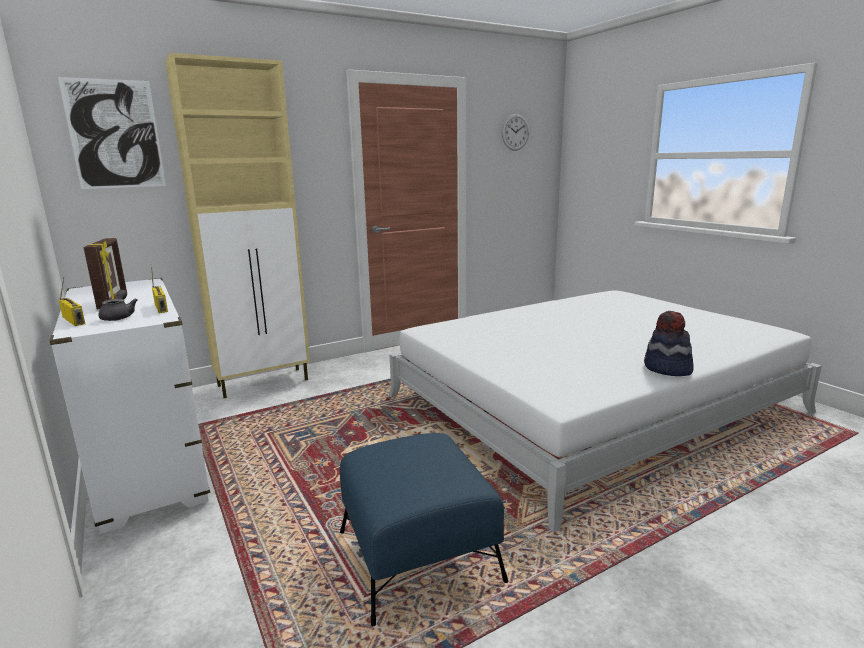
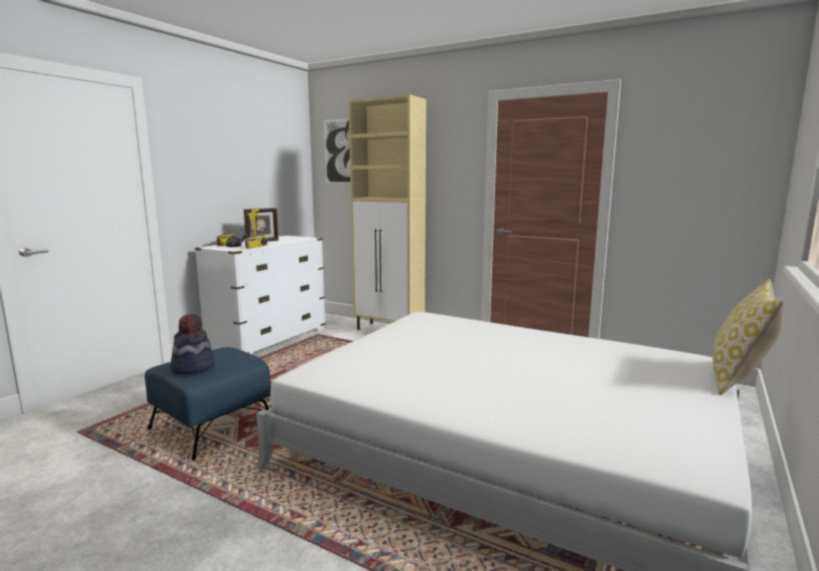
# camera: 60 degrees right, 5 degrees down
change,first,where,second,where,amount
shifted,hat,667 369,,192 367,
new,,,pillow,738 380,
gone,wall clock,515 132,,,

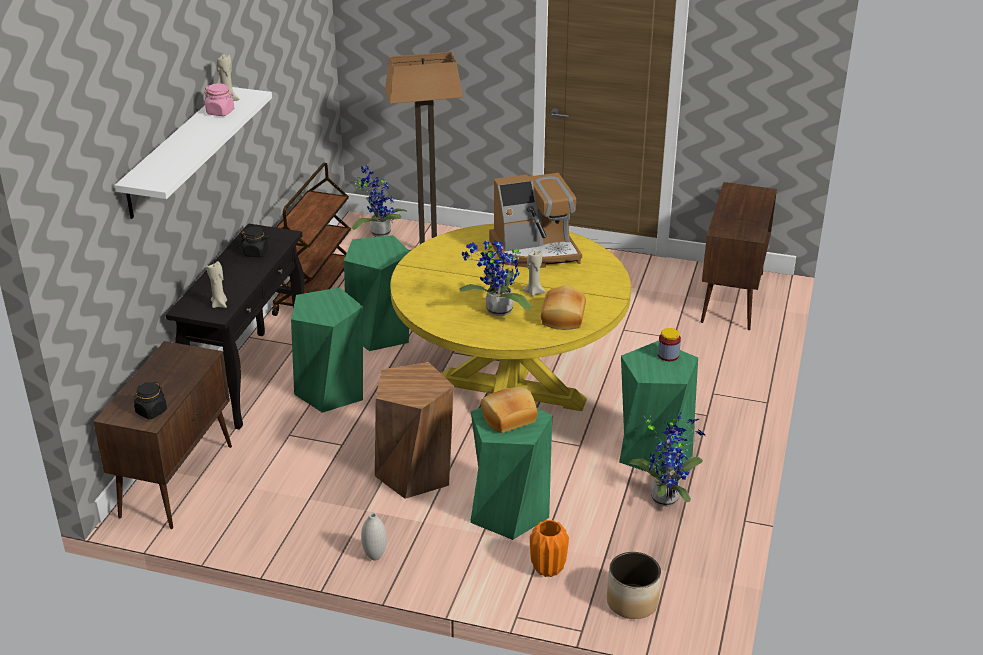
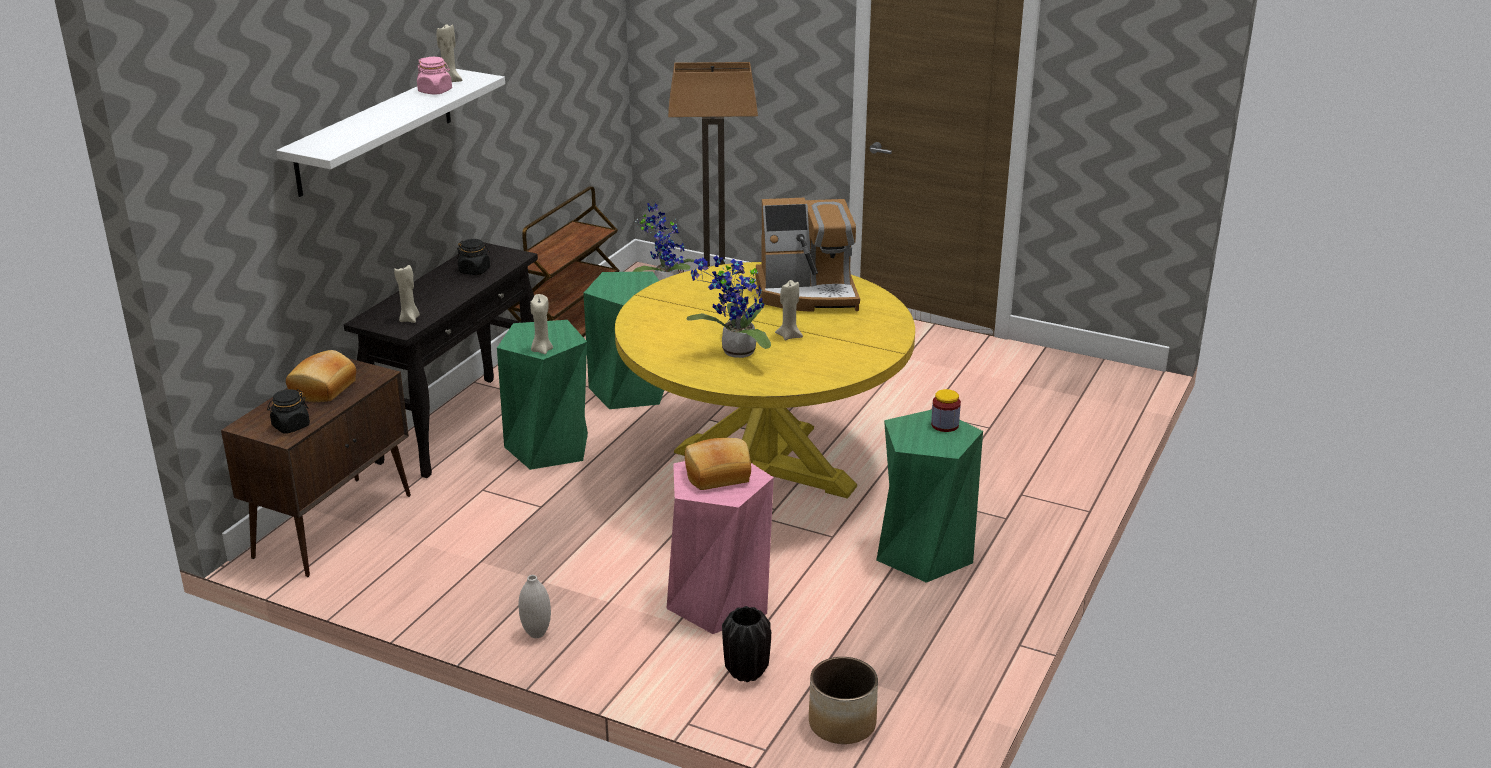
# camera: 10 degrees right, 5 degrees down
change,first,where,second,where,amount
shifted,bread,564 317,,324 389,
new,,,beige candle,541 350,
repainted,green stool,508 511,pink stool,718 601,
repainted,orange vase,548 569,black vase,746 673,
gone,brown stool,414 472,,,
gone,potted plant,666 496,,,
gone,brown cabinet,732 298,,,

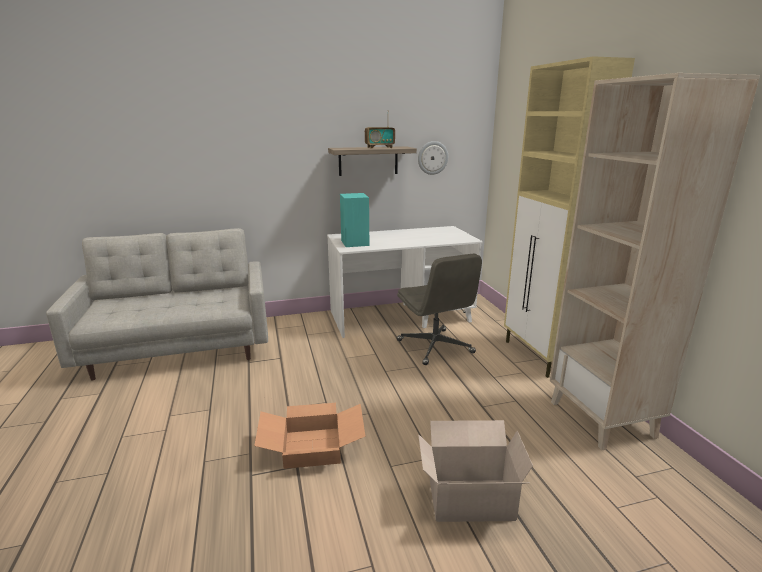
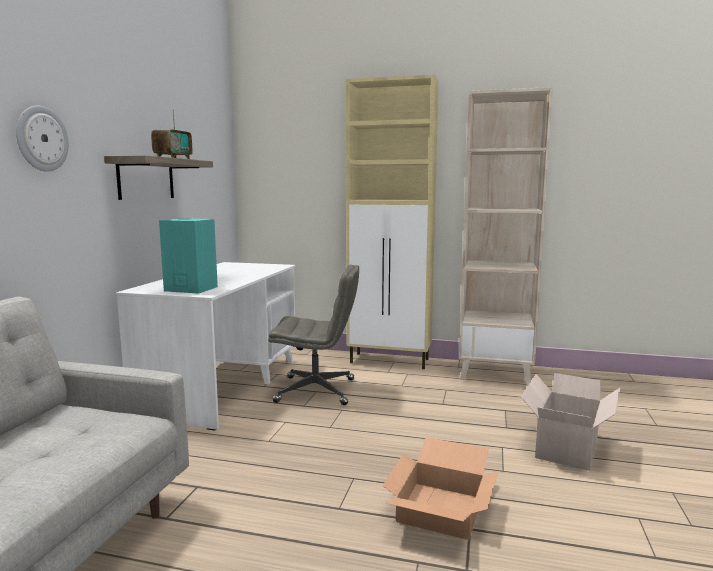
# camera: 60 degrees left, 10 degrees down
change,first,where,second,where,amount
shifted,wall clock,432 158,,41 139,

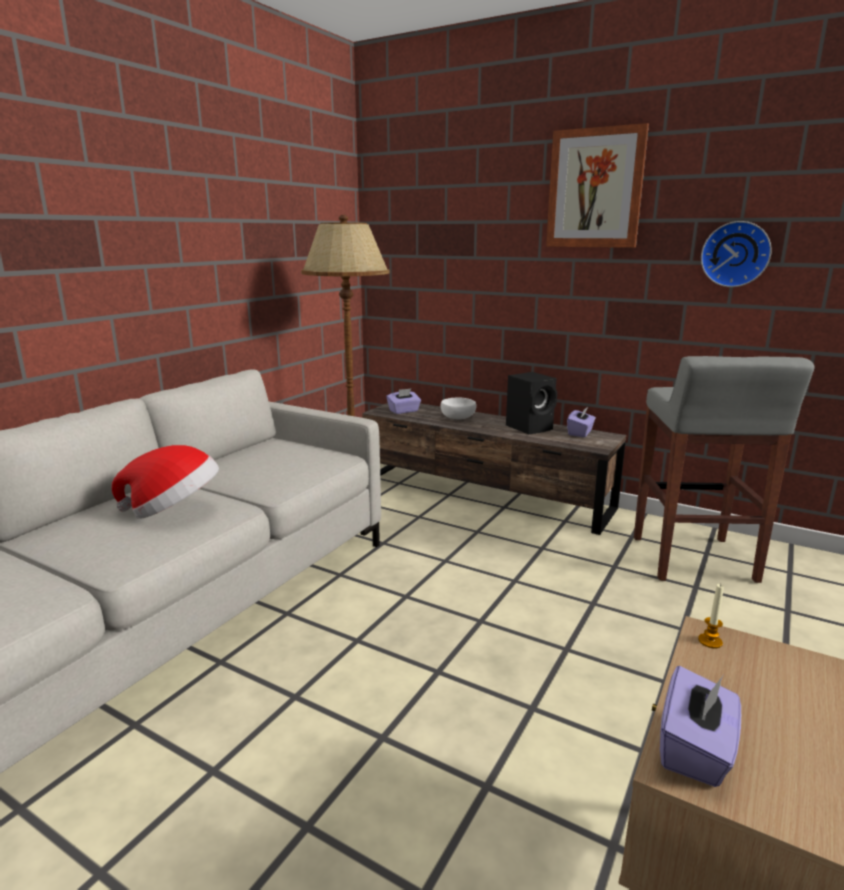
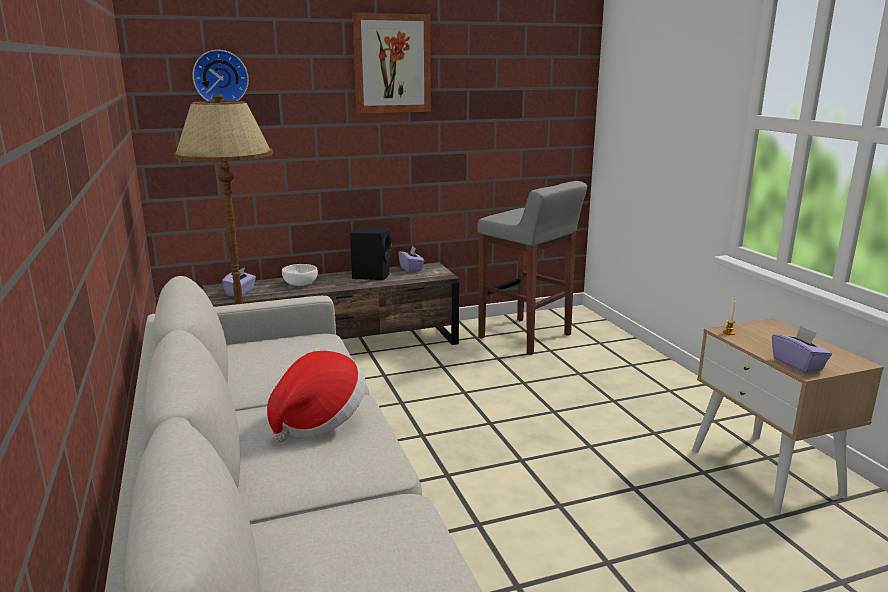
# camera: 50 degrees left, 0 degrees up
change,first,where,second,where,amount
shifted,wall clock,735 254,,220 77,

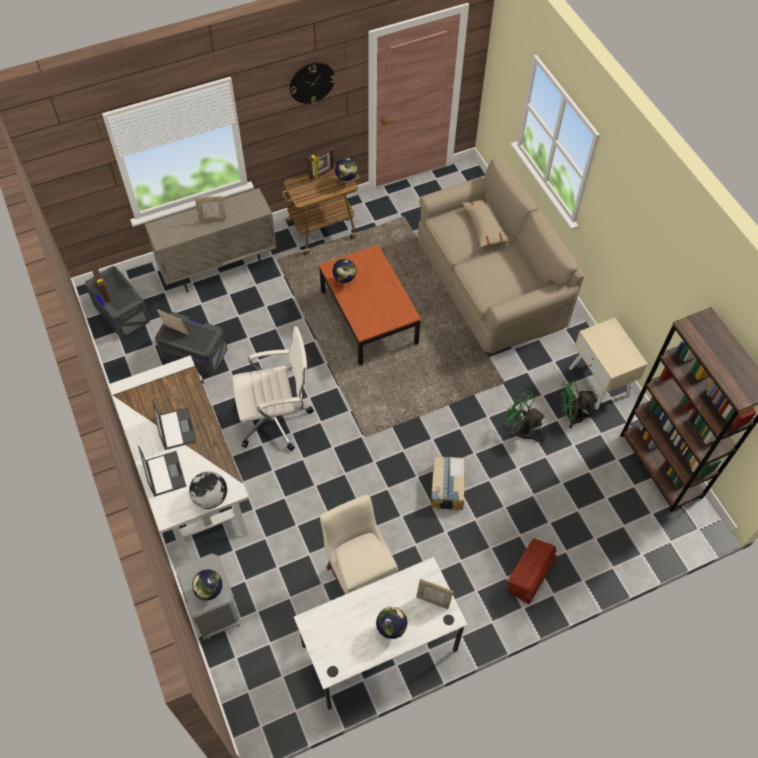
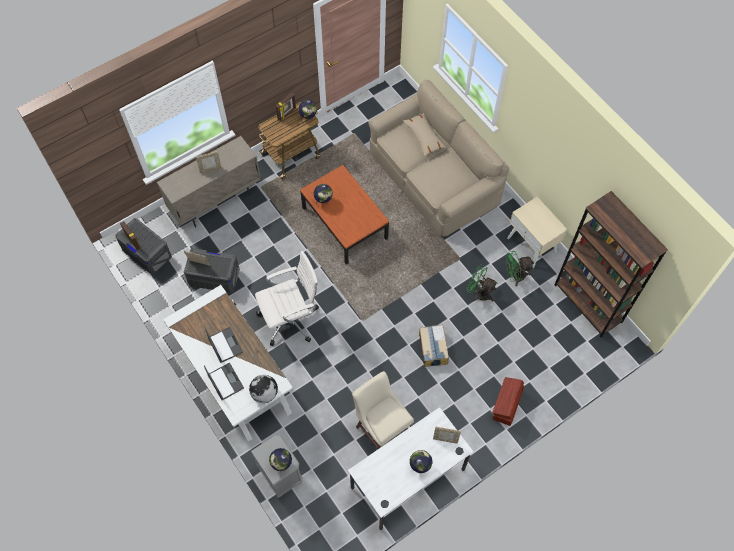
# camera: 10 degrees left, 5 degrees up
change,first,where,second,where,amount
gone,wall clock,311 82,,,

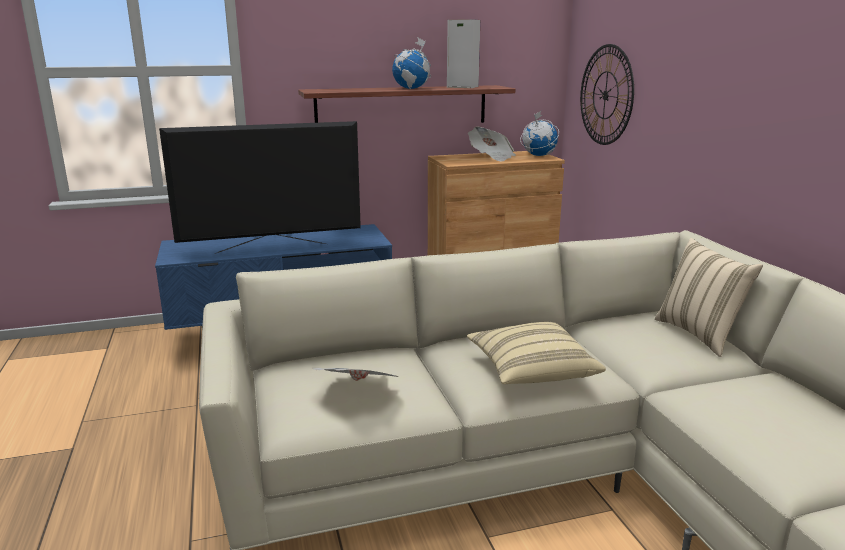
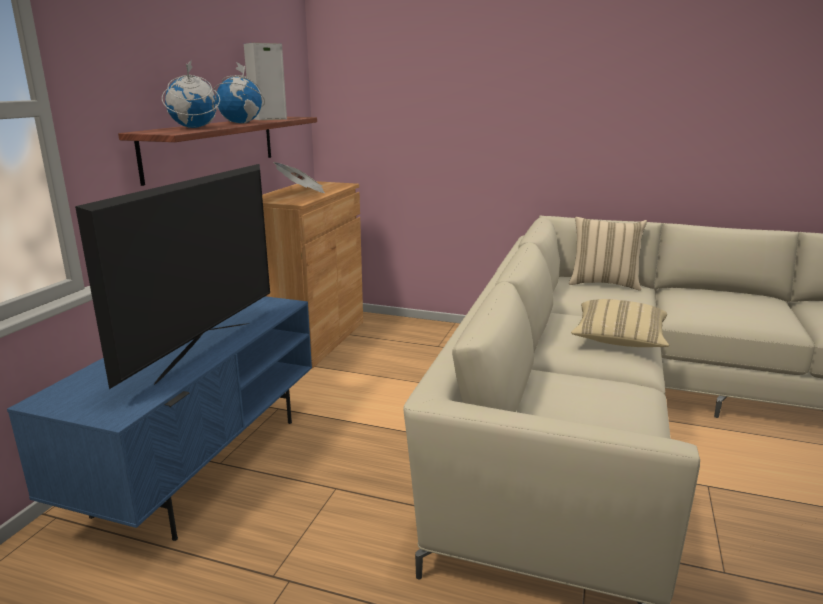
# camera: 55 degrees left, 0 degrees up
change,first,where,second,where,amount
shifted,globe,538 156,,193 128,
gone,newspaper,359 393,,,
gone,wall clock,605 95,,,

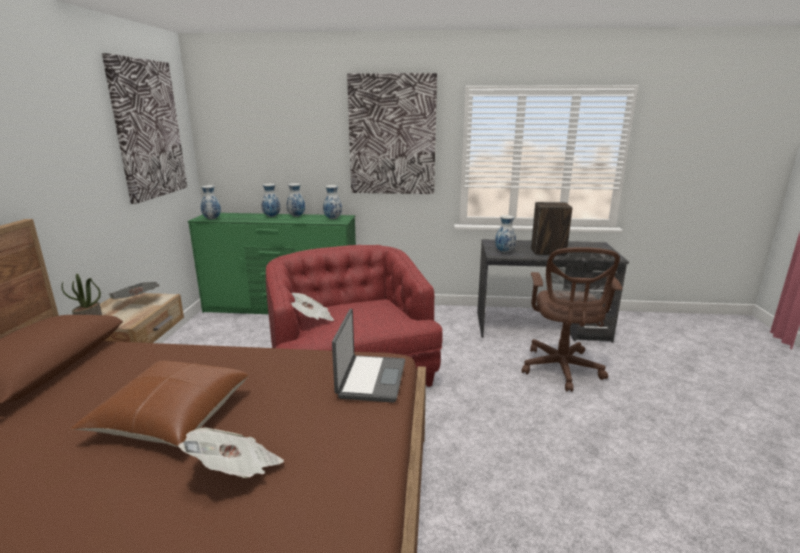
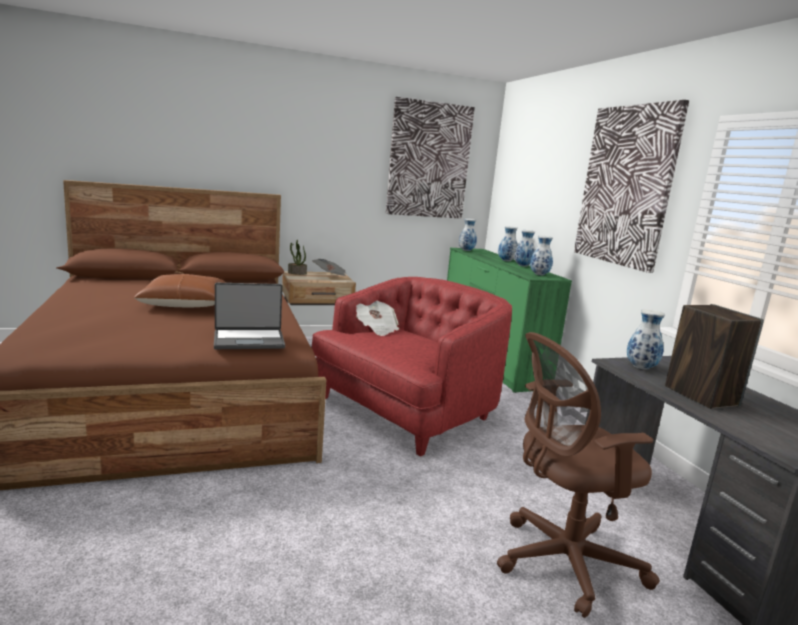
# camera: 65 degrees right, 5 degrees down
change,first,where,second,where,amount
gone,newspaper,236 471,,,

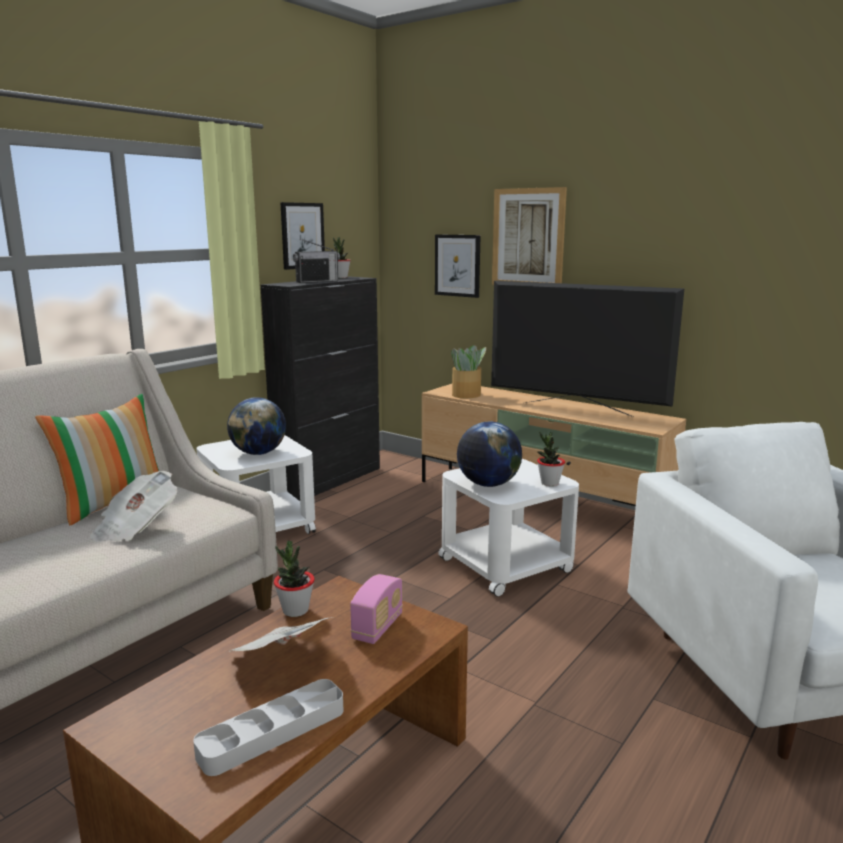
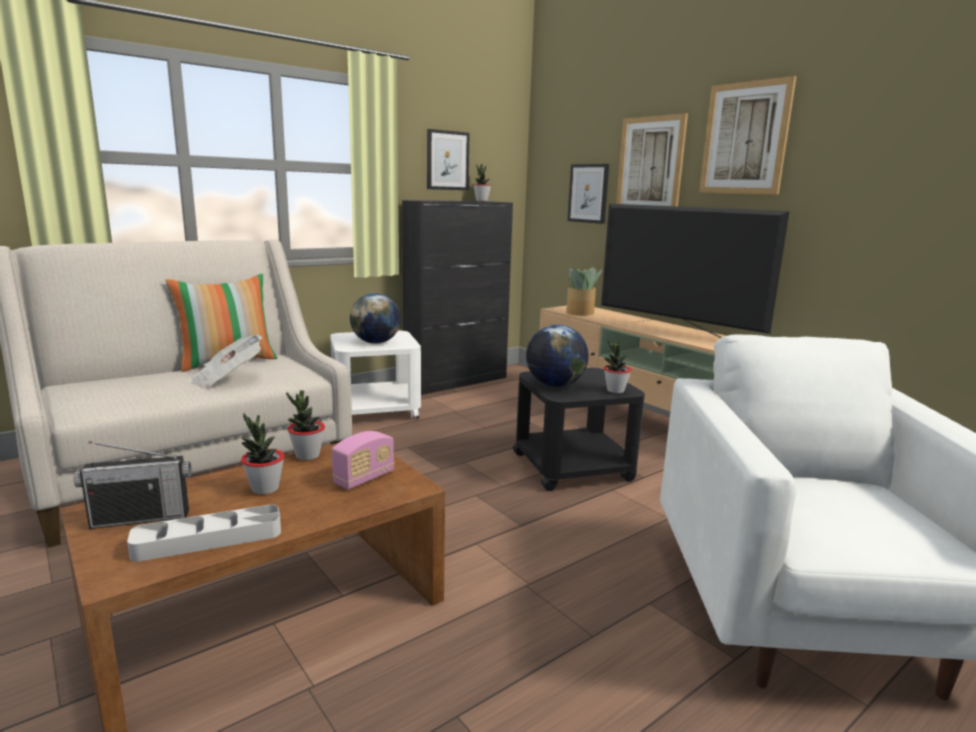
# camera: 15 degrees right, 0 degrees up
change,first,where,second,where,amount
shifted,radio,317 281,,141 518,
swapped,newspaper,282 659,potted plant,265 489,
repainted,white side table,506 564,black side table,573 466,
new,,,picture,745 138,

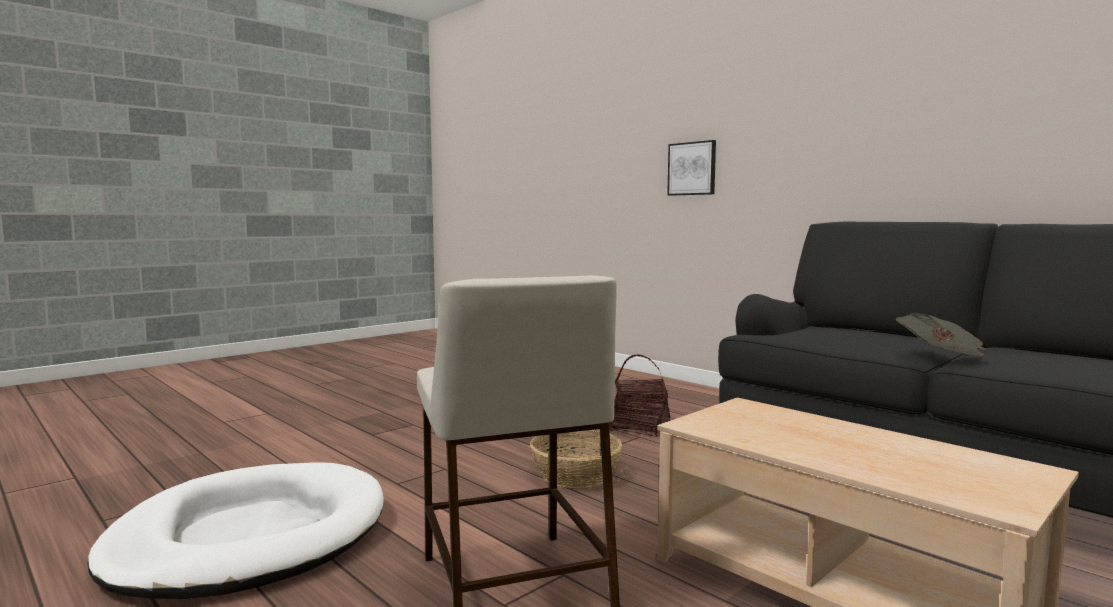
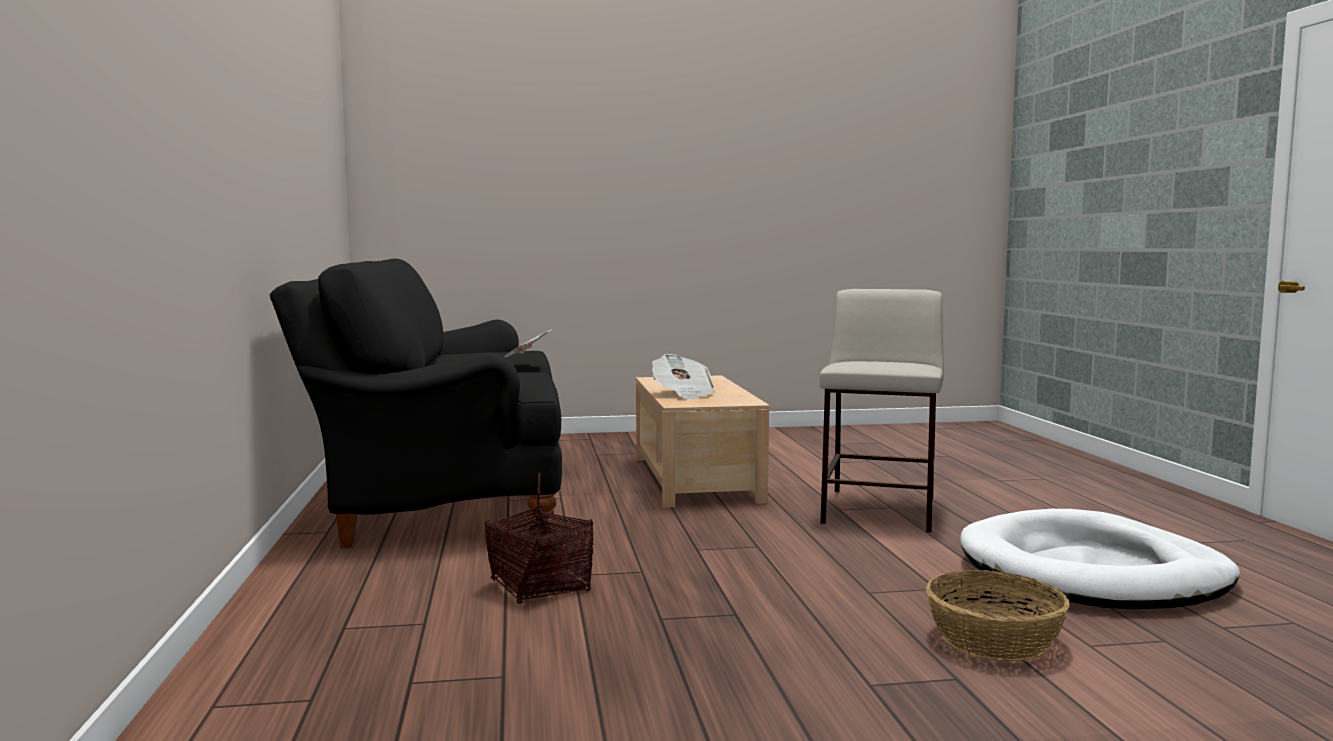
# camera: 145 degrees left, 0 degrees up
change,first,where,second,where,amount
new,,,newspaper,683 395,
shifted,basket,576 474,,993 640,
gone,picture,692 168,,,

